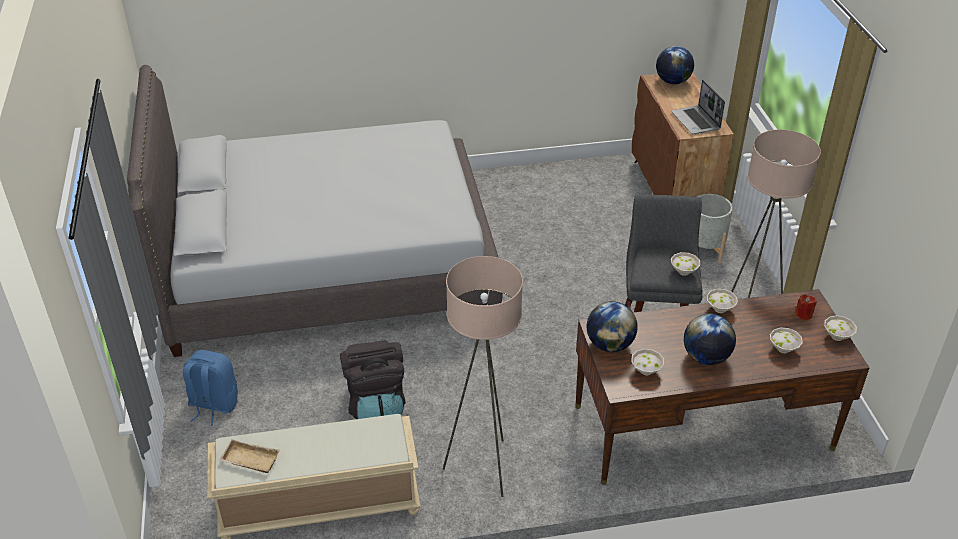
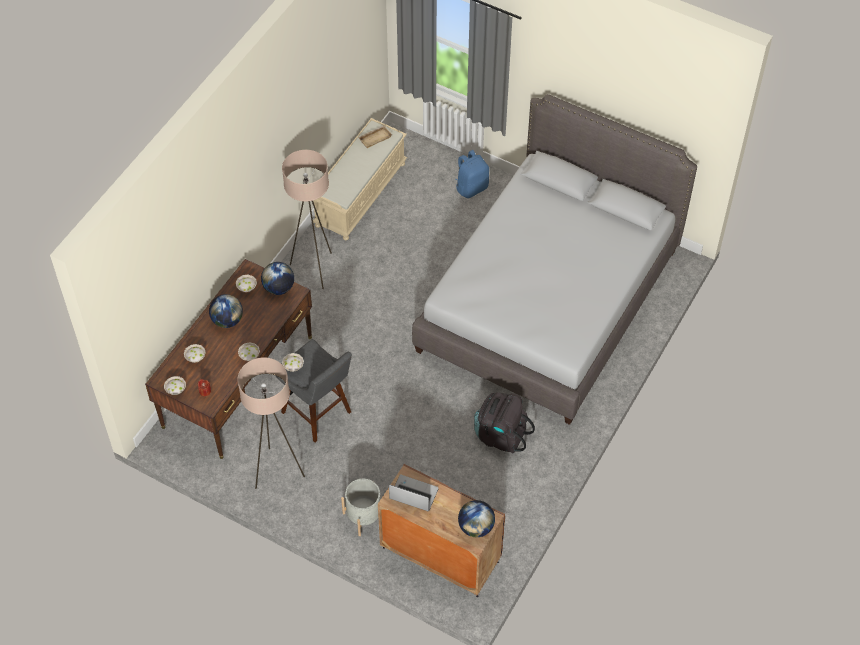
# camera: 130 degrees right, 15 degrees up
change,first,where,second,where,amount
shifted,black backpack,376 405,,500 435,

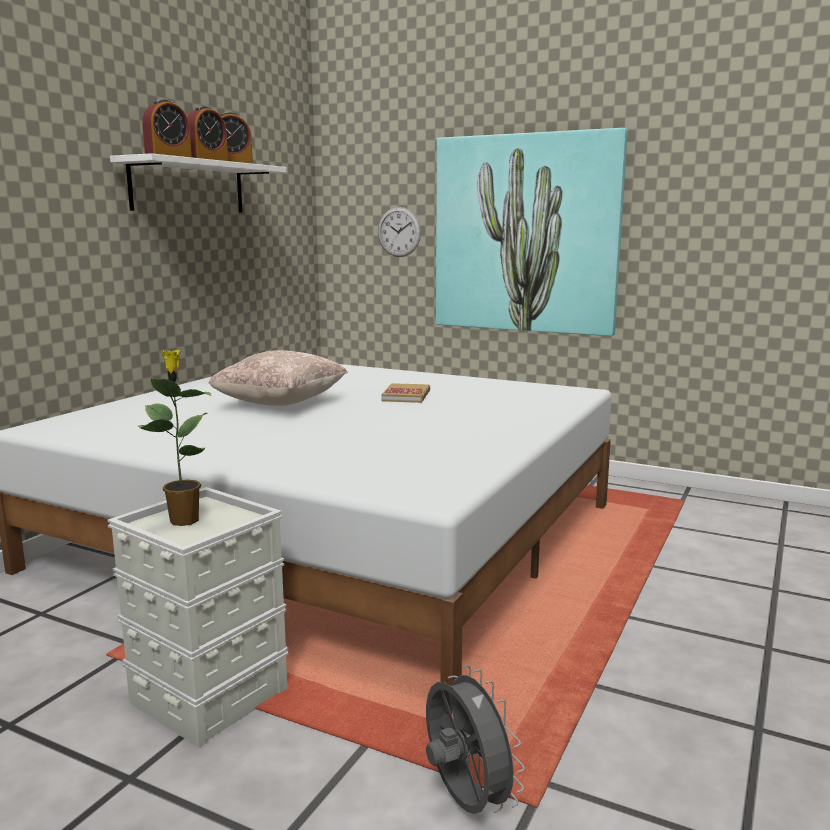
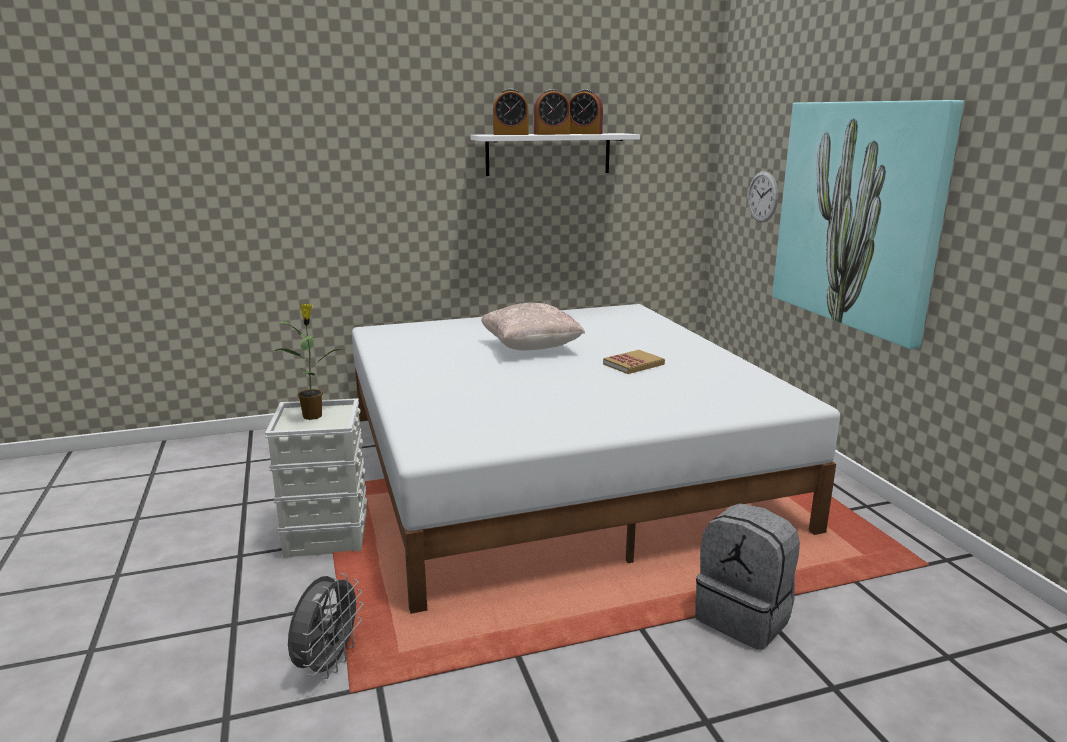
# camera: 45 degrees right, 5 degrees up
change,first,where,second,where,amount
new,,,grey backpack,744 617,

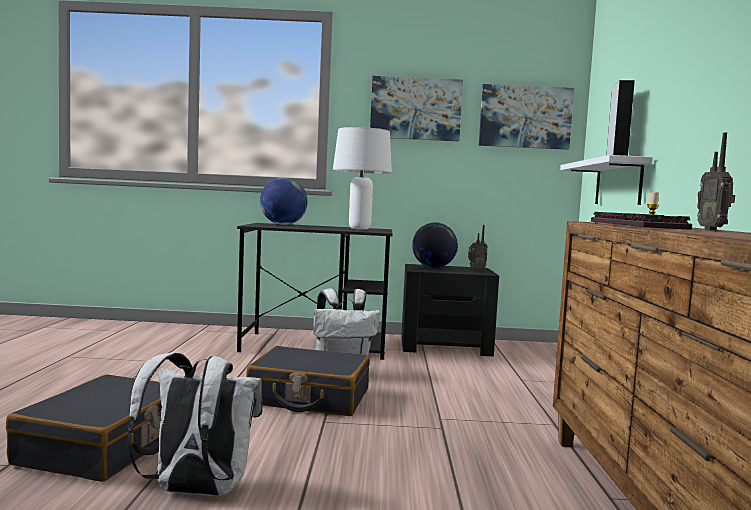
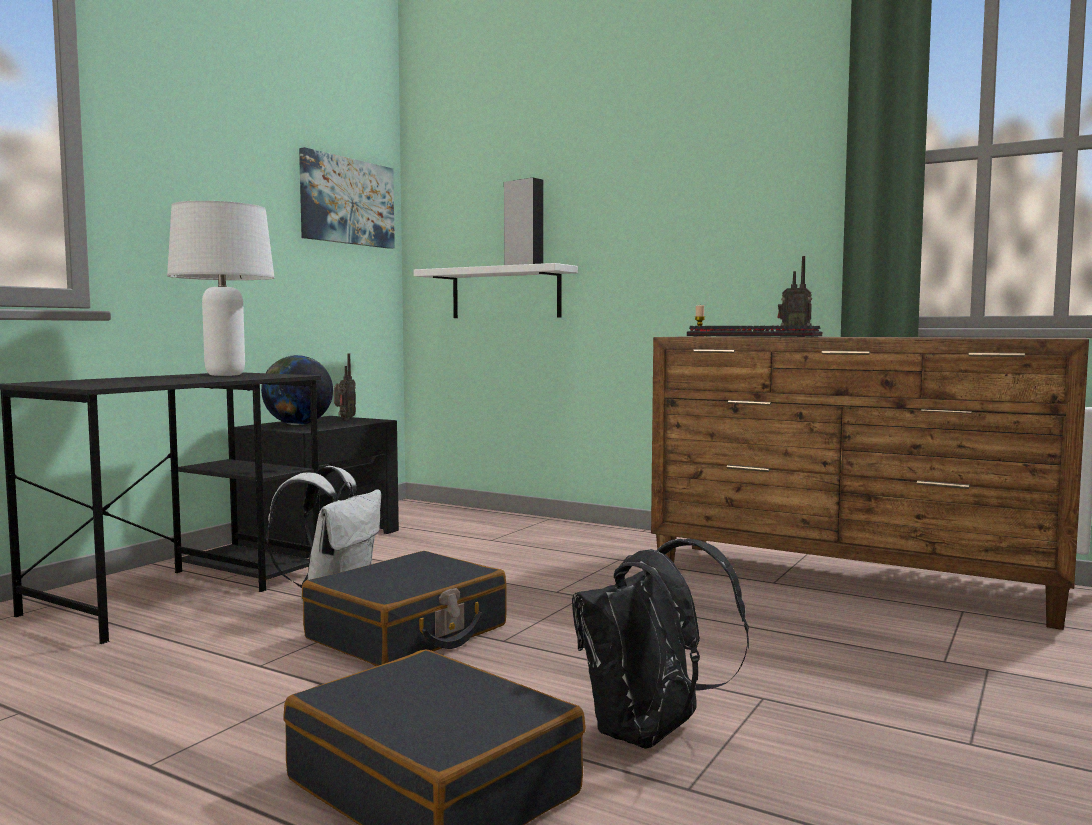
# camera: 60 degrees left, 0 degrees up
change,first,where,second,where,amount
repainted,white backpack,196 491,black backpack,650 736,
gone,globe,283 224,,,
gone,picture,415 109,,,

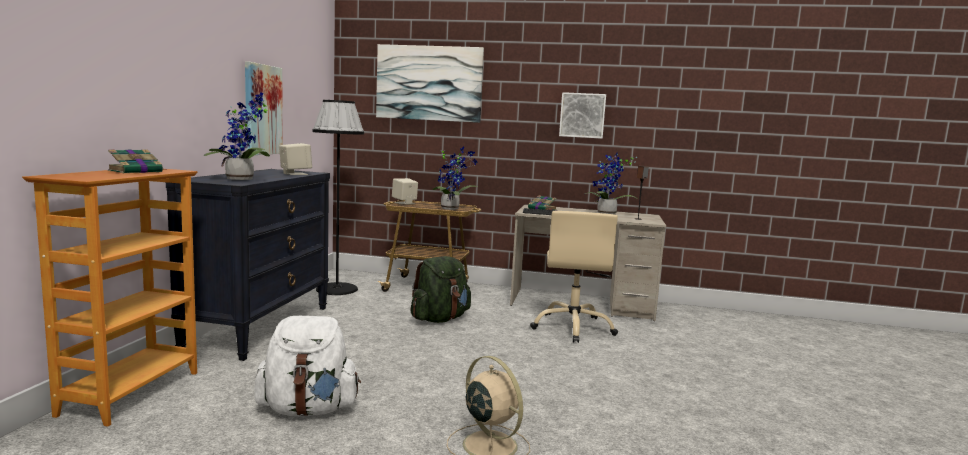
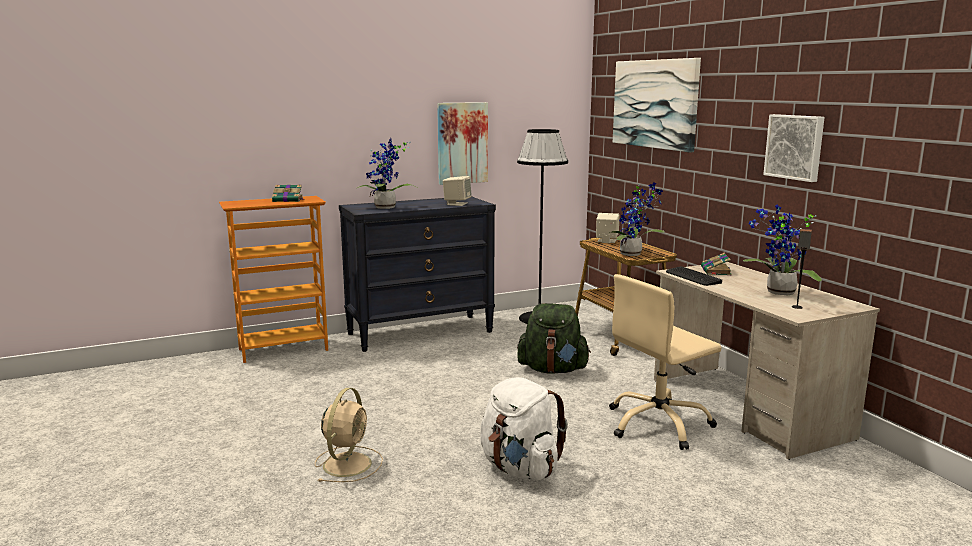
# camera: 55 degrees right, 5 degrees up
change,first,where,second,where,amount
shifted,white backpack,308 409,,520 468,

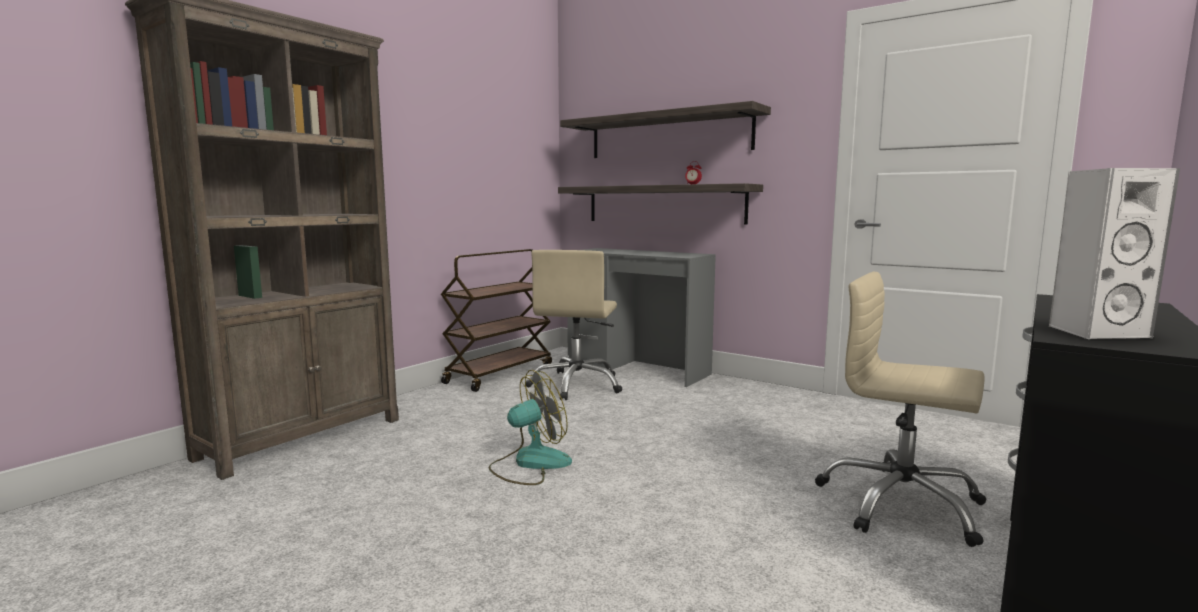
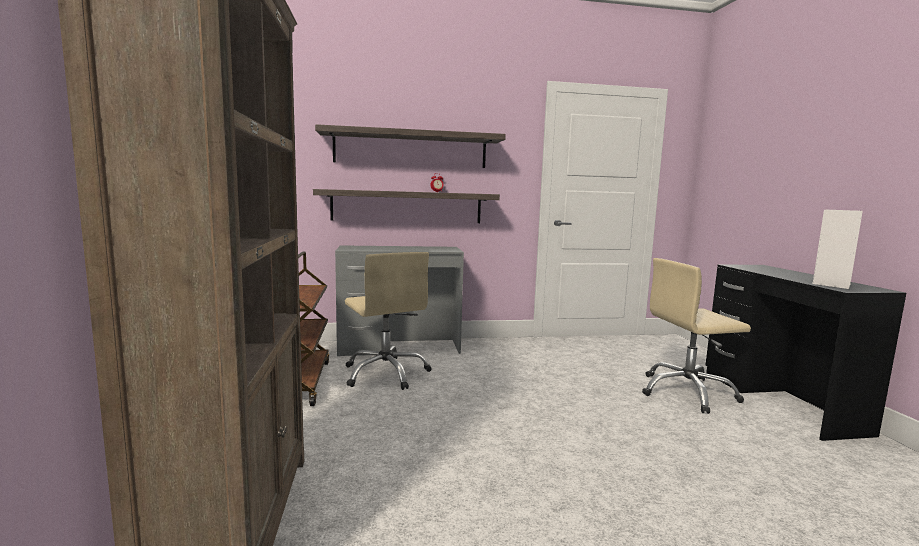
# camera: 45 degrees left, 0 degrees up
change,first,where,second,where,amount
gone,fan,530 464,,,

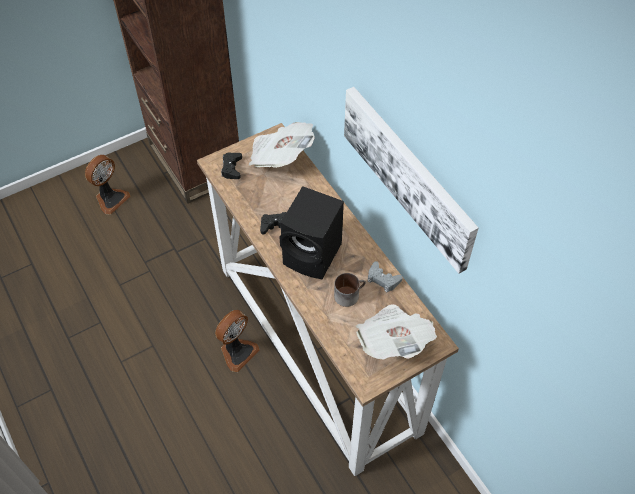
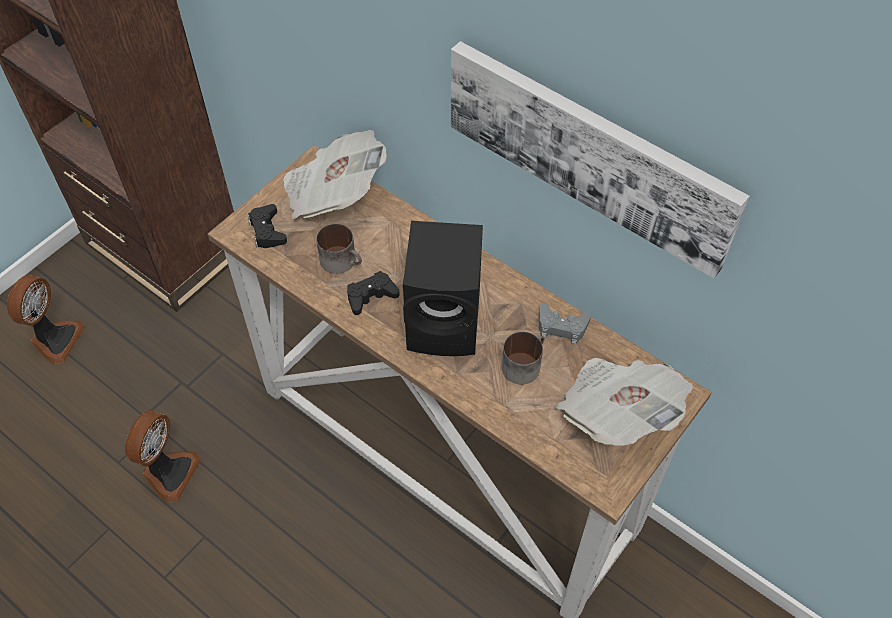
# camera: 20 degrees left, 0 degrees up
change,first,where,second,where,amount
shifted,fan,237 351,,168 472,
new,,,mug,343 260,

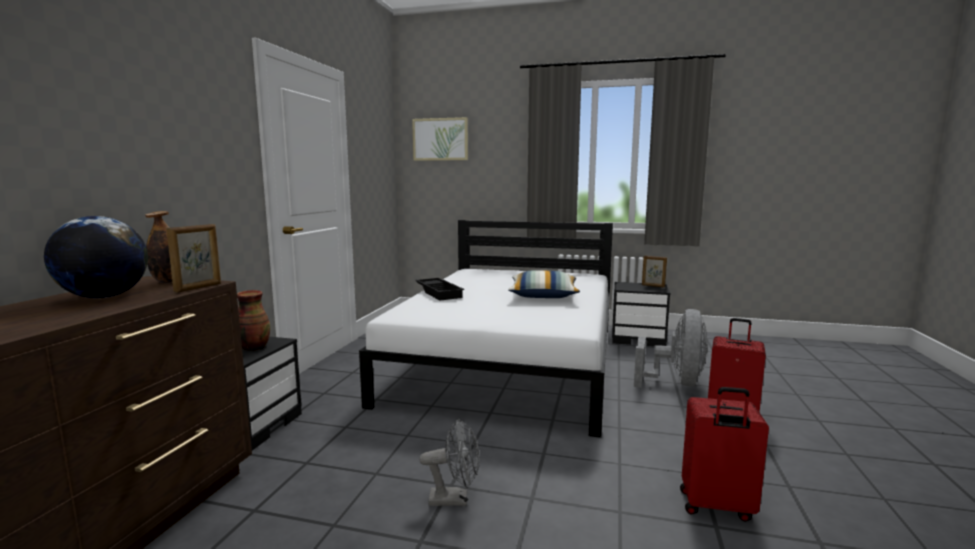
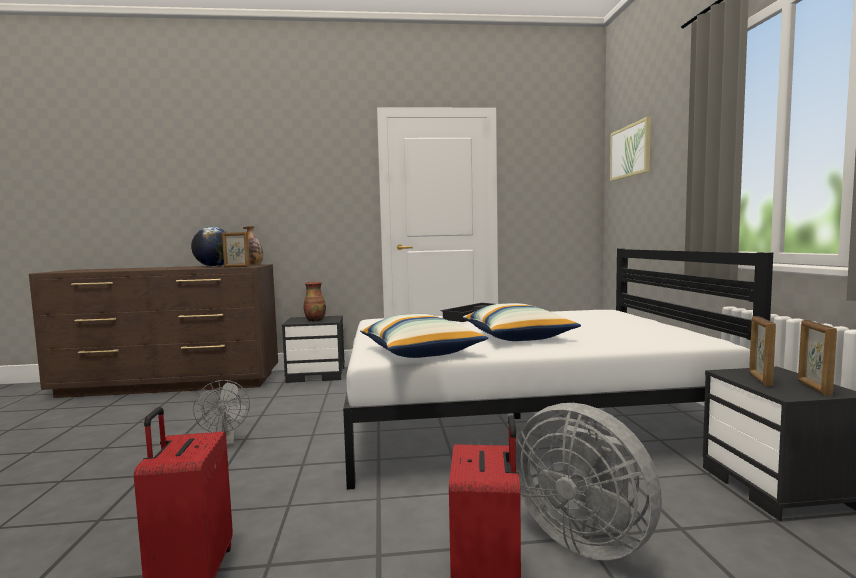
# camera: 70 degrees right, 5 degrees down
change,first,where,second,where,amount
new,,,pillow,421 352,
rotated,grey fan,676 383,,584 538,45 degrees clockwise
new,,,picture frame,760 380,

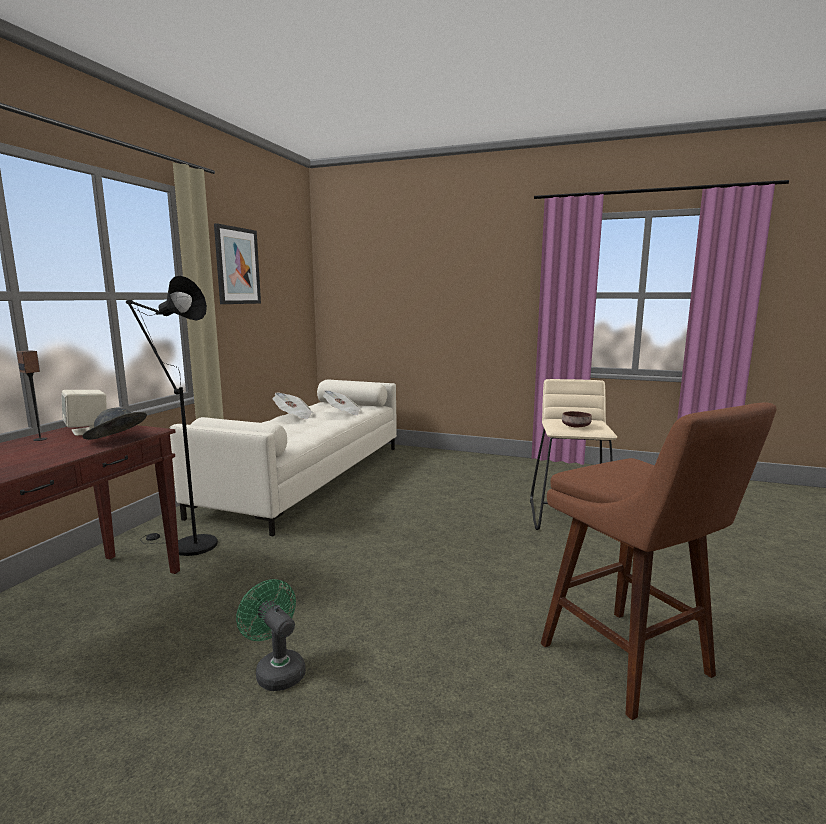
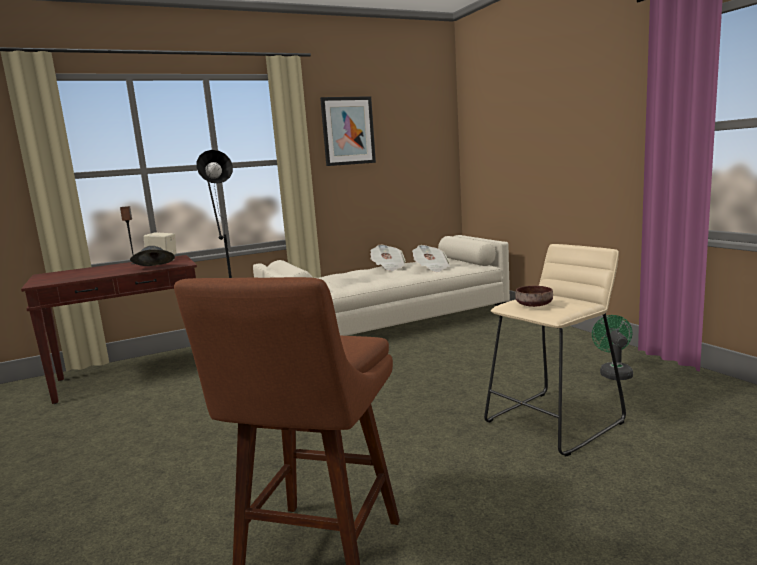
# camera: 45 degrees right, 0 degrees up
change,first,where,second,where,amount
shifted,green fan,276 670,,614 373,

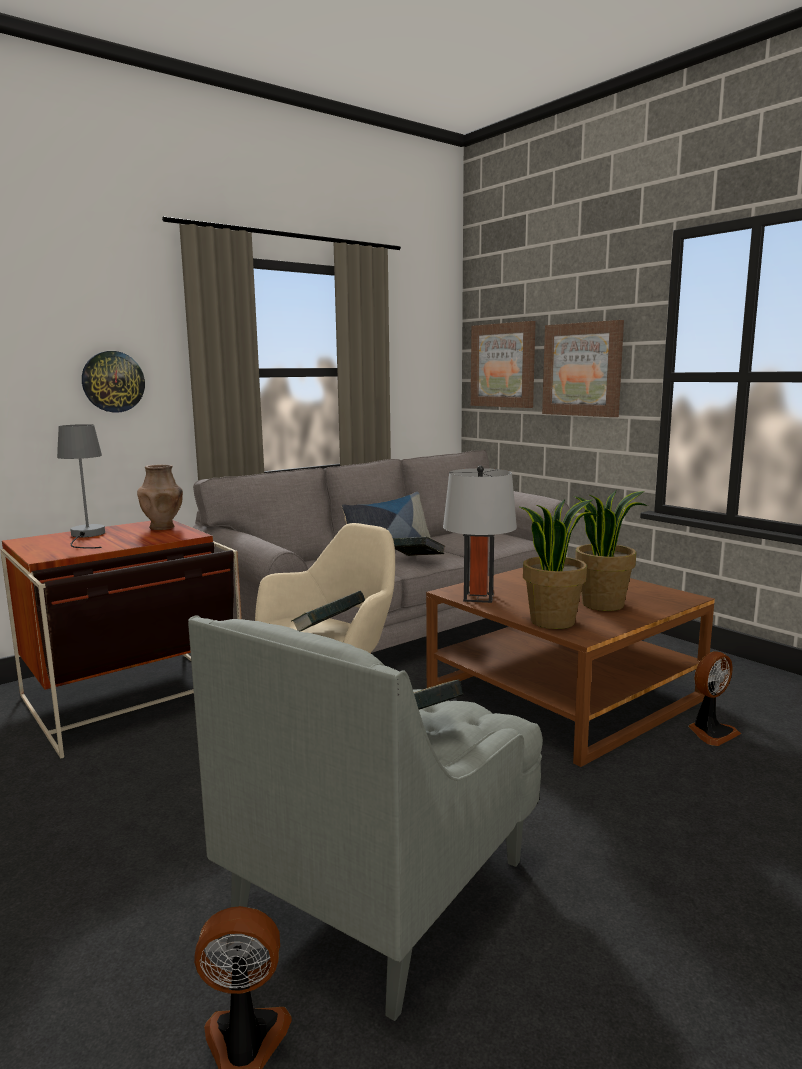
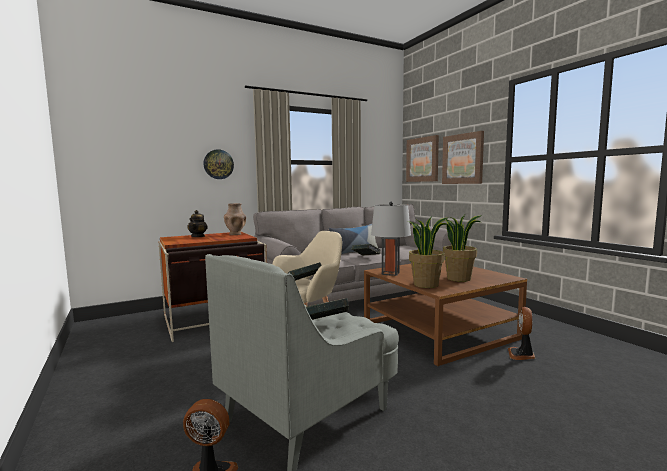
# camera: 10 degrees right, 5 degrees down
change,first,where,second,where,amount
swapped,grey table lamp,86 536,teapot,198 236,
rotated,fan,711 732,,521 355,135 degrees clockwise

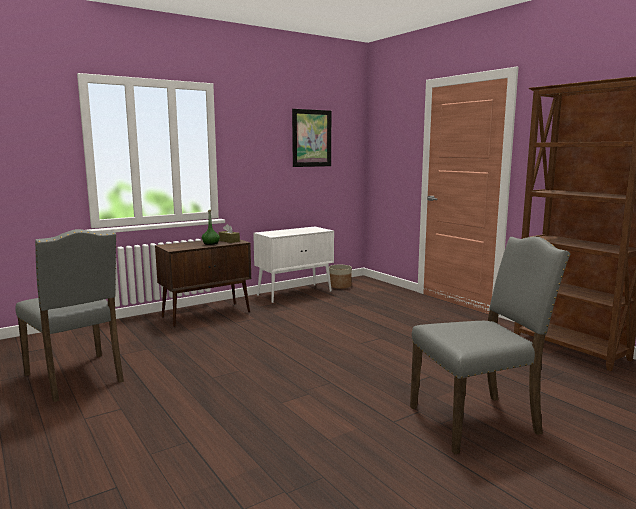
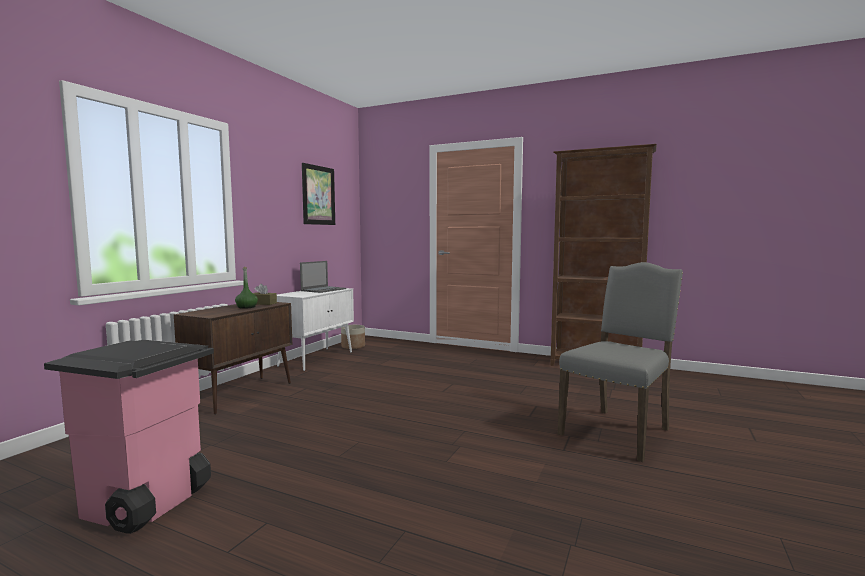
# camera: 30 degrees left, 5 degrees down
change,first,where,second,where,amount
swapped,grey chair,77 378,pink trash can,146 504,
new,,,laptop,324 290,

